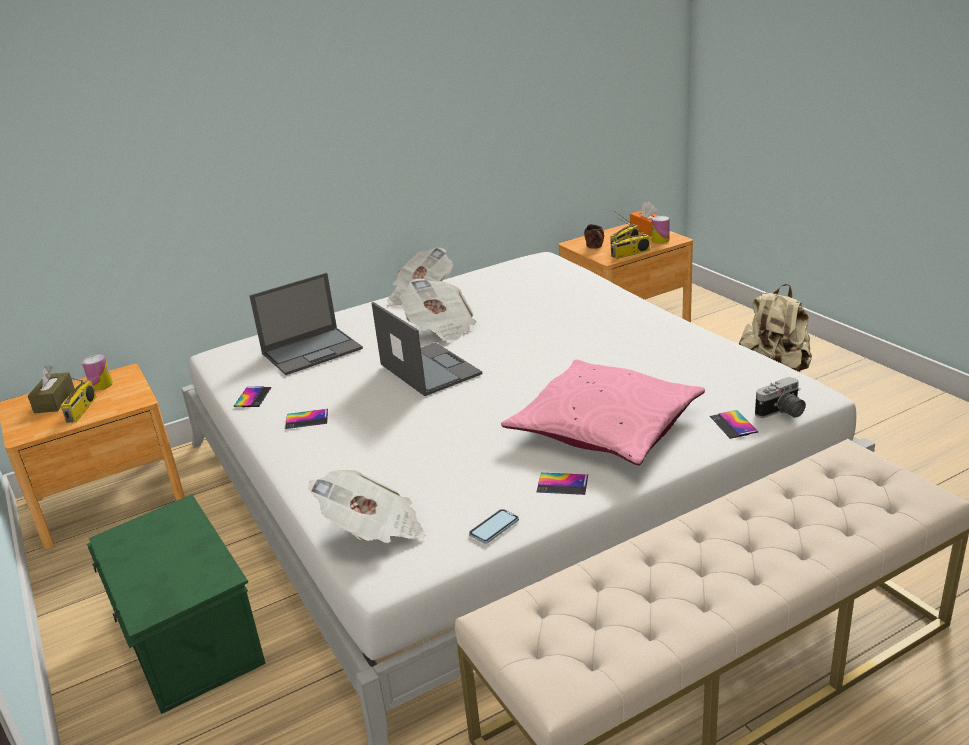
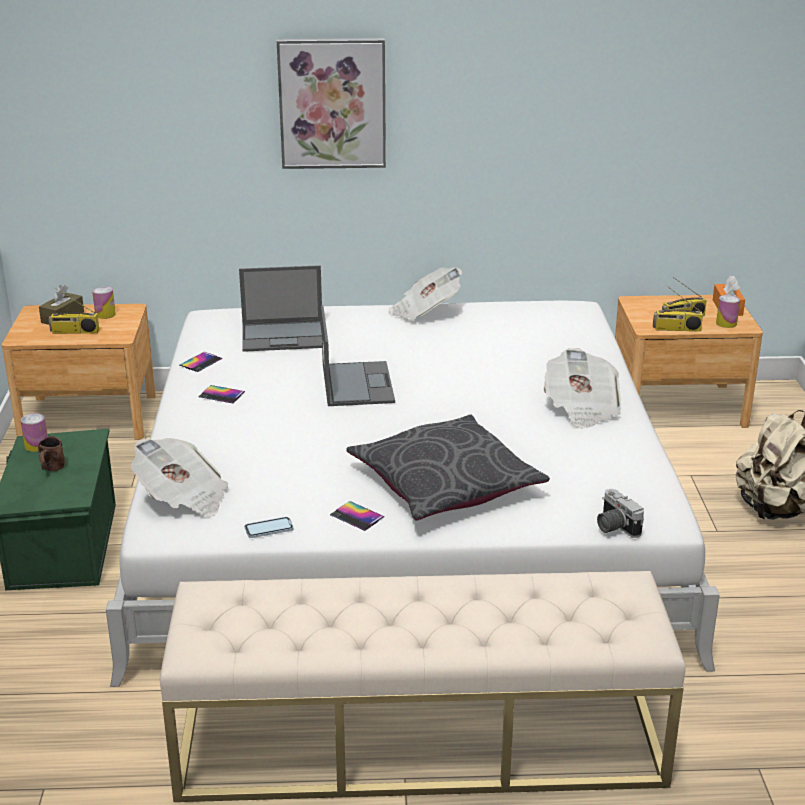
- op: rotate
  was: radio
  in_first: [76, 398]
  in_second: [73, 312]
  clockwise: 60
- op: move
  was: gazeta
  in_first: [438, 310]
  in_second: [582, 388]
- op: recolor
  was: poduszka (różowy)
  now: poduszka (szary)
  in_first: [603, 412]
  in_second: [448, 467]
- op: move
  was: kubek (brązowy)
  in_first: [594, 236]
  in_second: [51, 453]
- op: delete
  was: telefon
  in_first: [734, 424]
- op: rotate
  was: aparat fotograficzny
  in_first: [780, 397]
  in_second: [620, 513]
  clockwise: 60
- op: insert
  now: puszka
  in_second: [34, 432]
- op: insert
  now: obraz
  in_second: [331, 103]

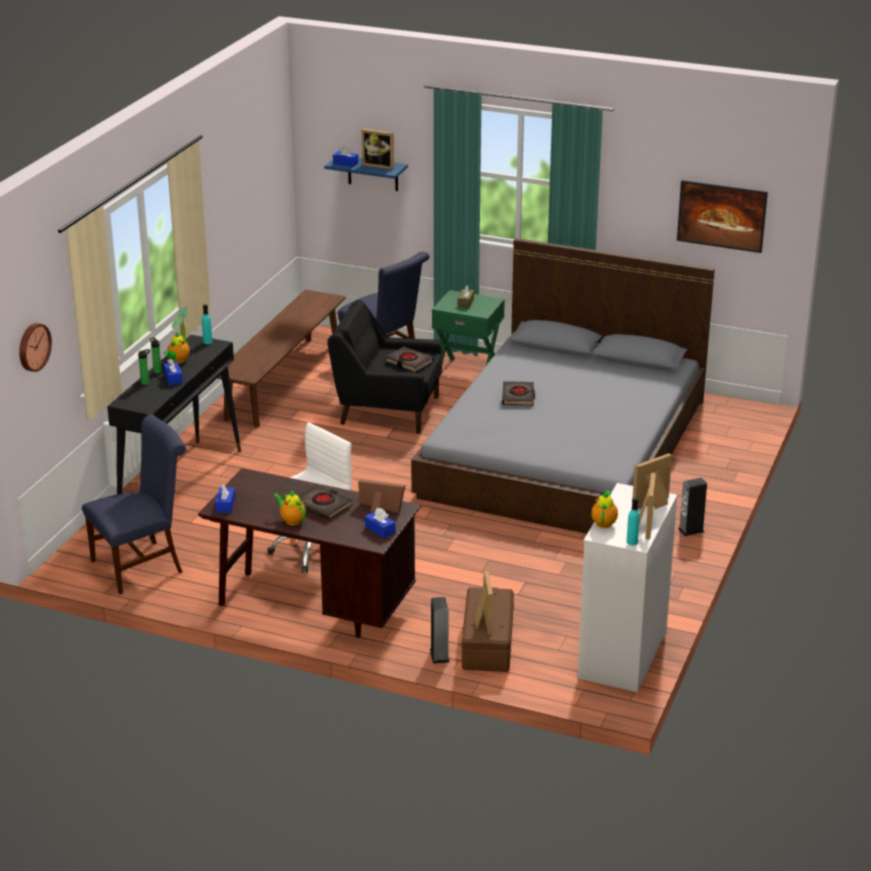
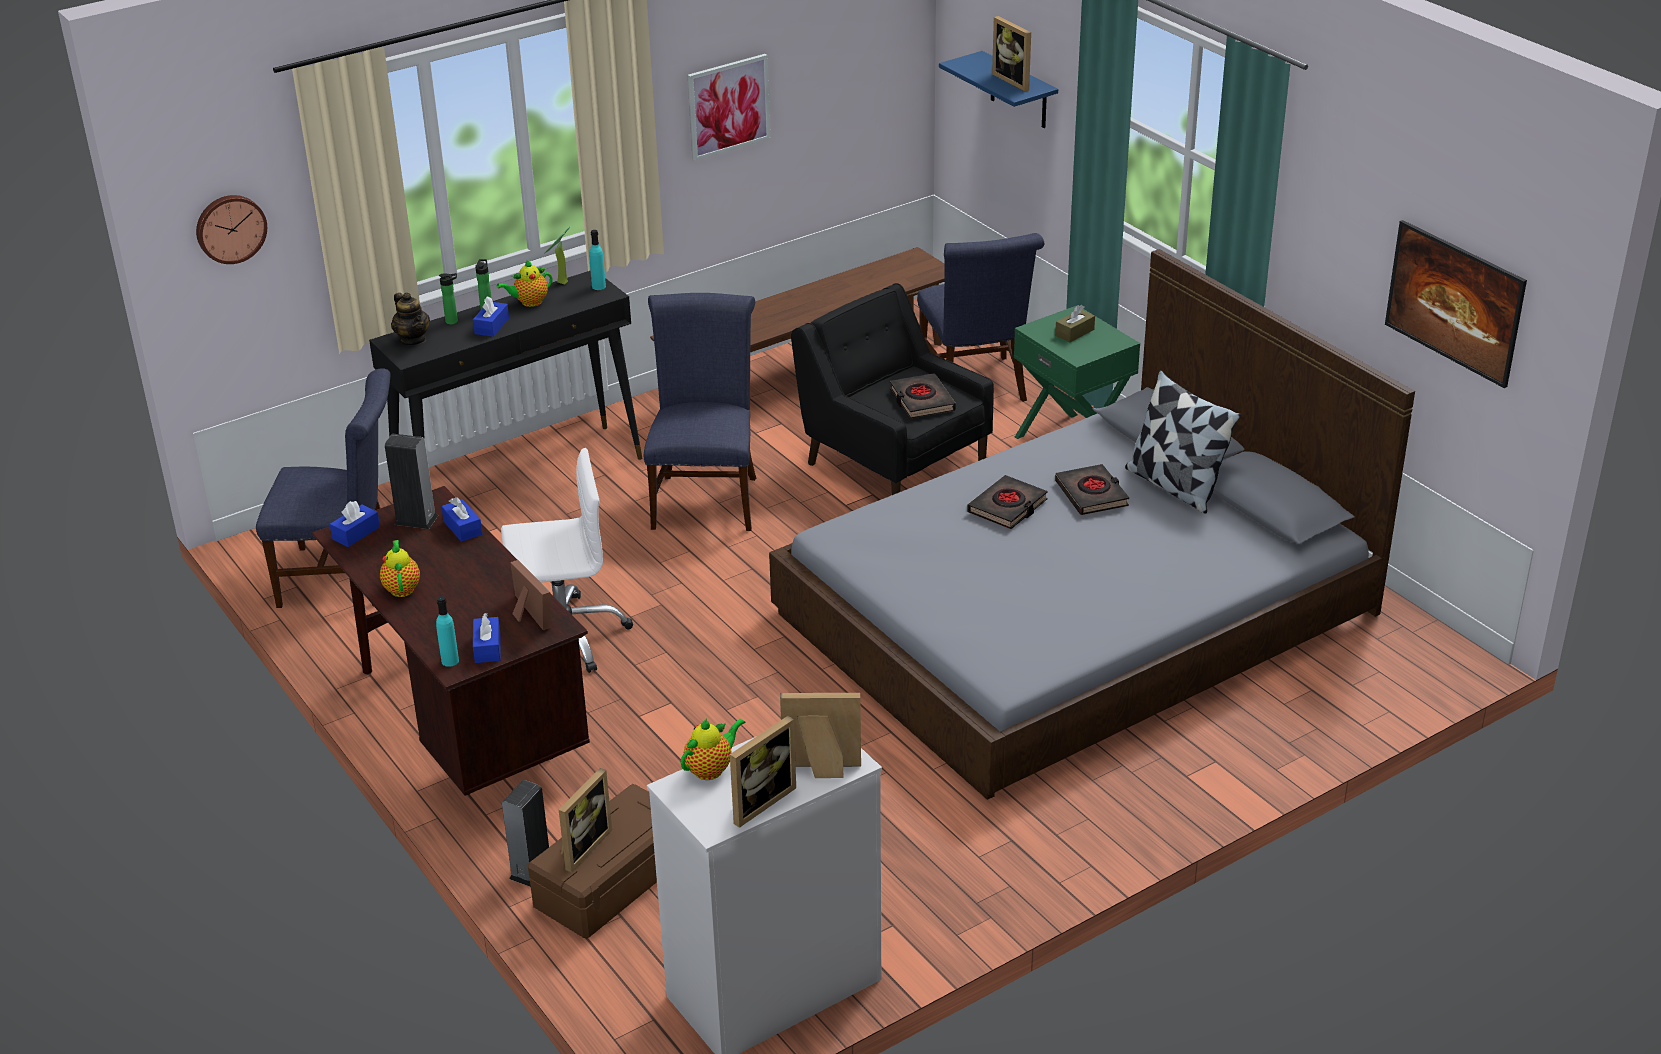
- op: move
  was: książka (czarny)
  in_first: [325, 502]
  in_second: [1092, 489]
- op: move
  was: pudełko chusteczek (niebieski)
  in_first: [345, 156]
  in_second: [461, 519]
- op: move
  was: butelka (turkusowy)
  in_first: [633, 521]
  in_second: [447, 631]
- op: move
  was: głośnik
  in_first: [692, 507]
  in_second: [411, 481]
- op: insert
  now: imbryk
  in_second: [410, 318]
- op: insert
  now: krzesło (niebieski)
  in_second: [700, 412]
- op: insert
  now: obraz
  in_second: [729, 107]
- op: insert
  now: poduszka
  in_second: [1183, 442]

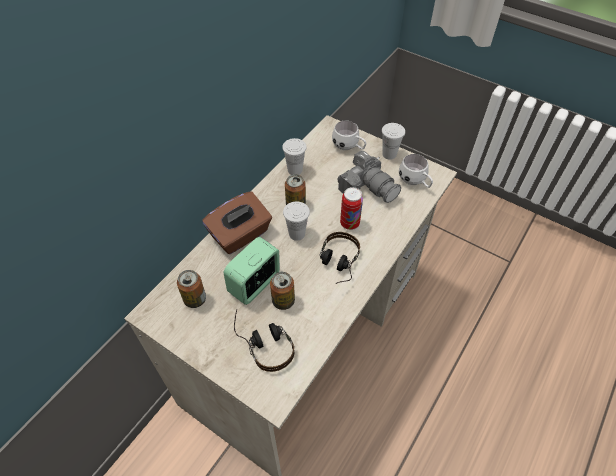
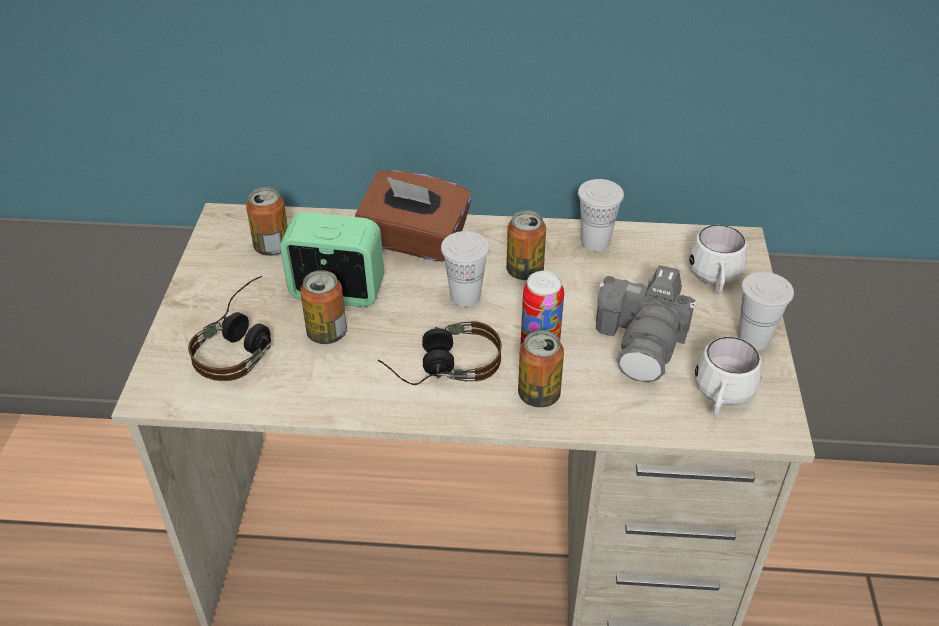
- op: insert
  now: puszka
  in_second: [541, 369]

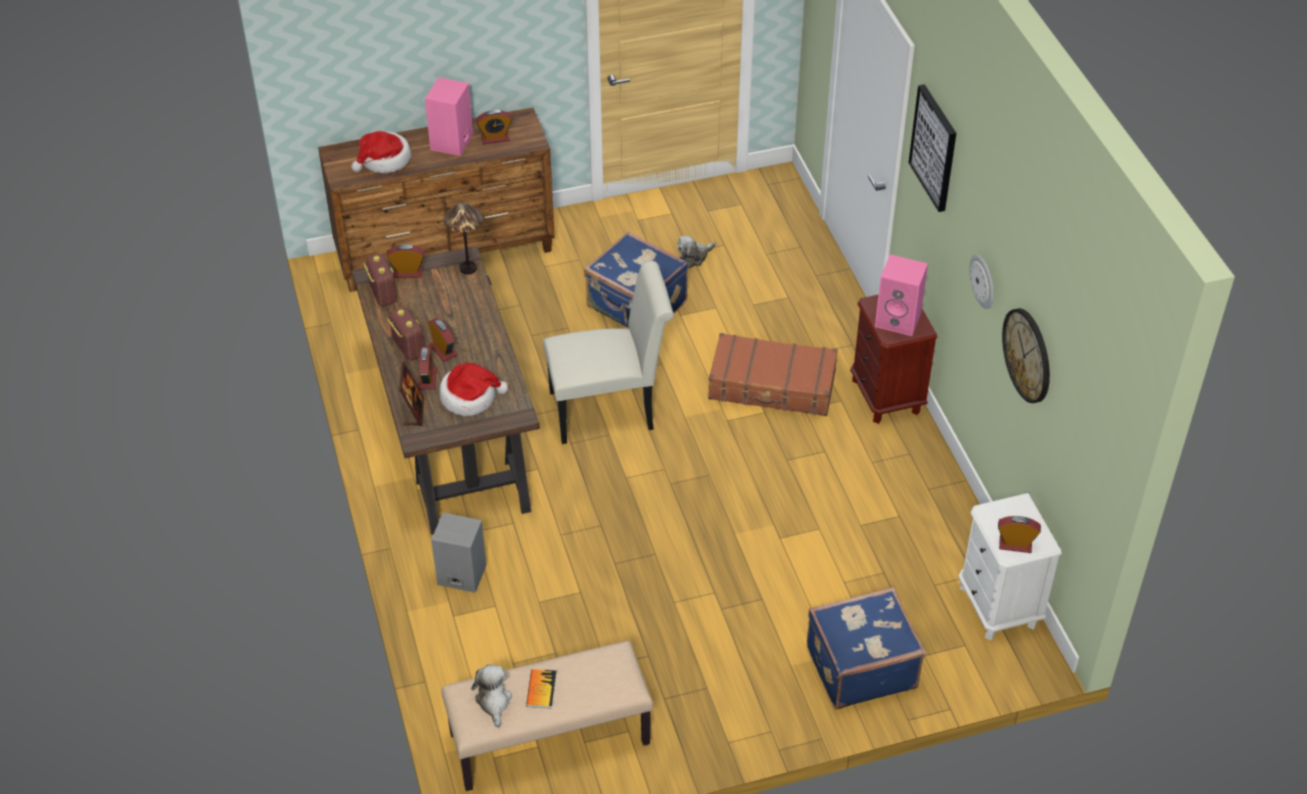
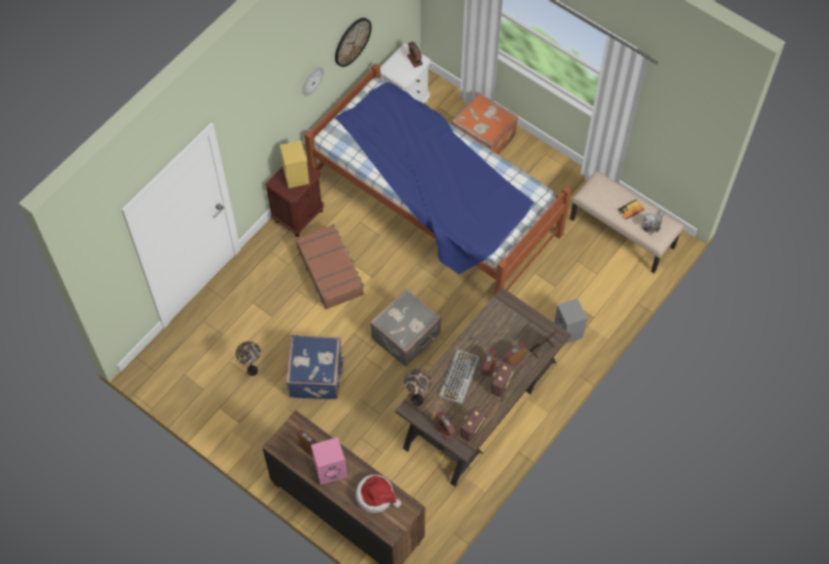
- op: delete
  was: kapelusz
  in_first: [474, 389]
- op: replace
  was: krzesło (biały)
  now: walizka (szary)
  in_first: [608, 352]
  in_second: [406, 327]
- op: replace
  was: pluszak
  now: lampa stołowa
  in_first: [697, 251]
  in_second: [248, 358]
- op: recolor
  was: walizka (niebieski)
  now: walizka (pomarańczowy)
  in_first: [866, 648]
  in_second: [485, 123]
- op: recolor
  was: głośnik (różowy)
  now: głośnik (żółty)
  in_first: [901, 295]
  in_second: [294, 164]
- op: delete
  was: obraz
  in_first: [932, 148]
- op: insert
  now: łóżko
  in_second: [437, 179]
- op: insert
  now: klawiatura
  in_second: [459, 377]

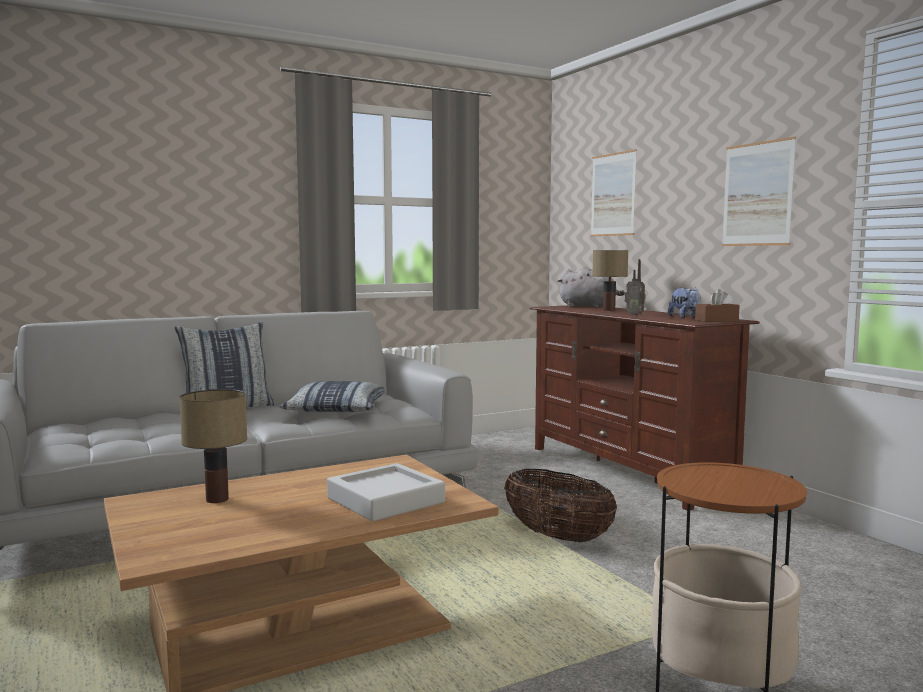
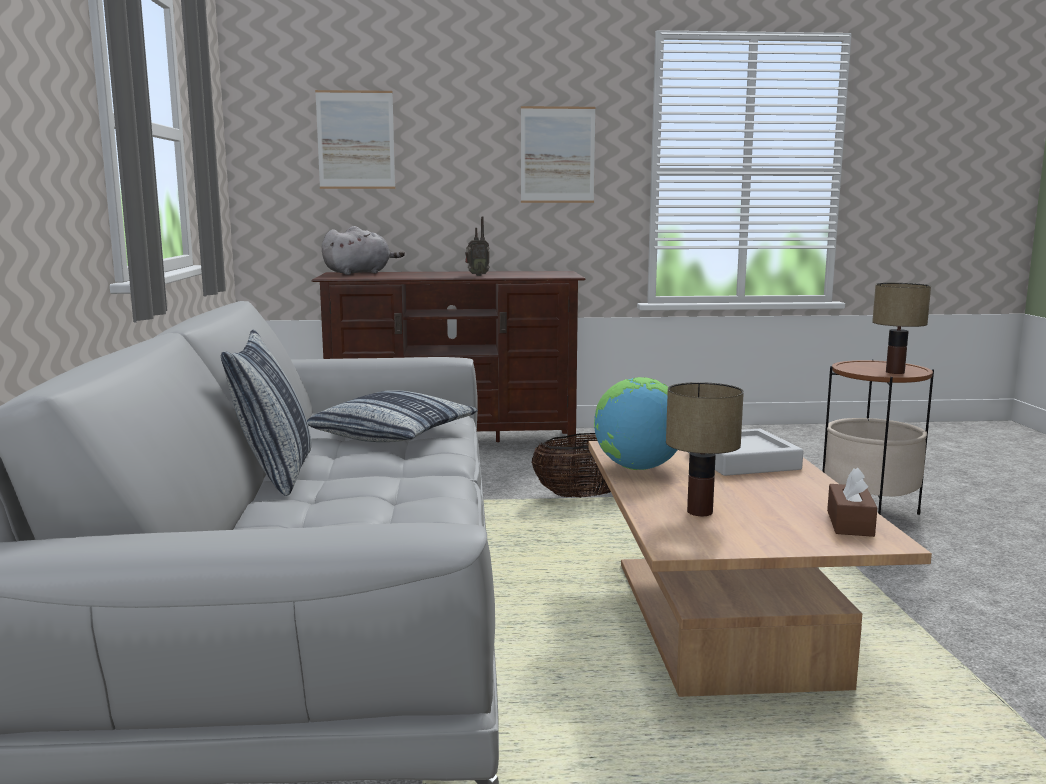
- op: move
  was: lampa stołowa
  in_first: [610, 280]
  in_second: [901, 328]
- op: delete
  was: pluszak
  in_first: [684, 302]
- op: move
  was: pudełko chusteczek (brązowy)
  in_first: [717, 305]
  in_second: [852, 502]
- op: insert
  now: globus
  in_second: [635, 423]

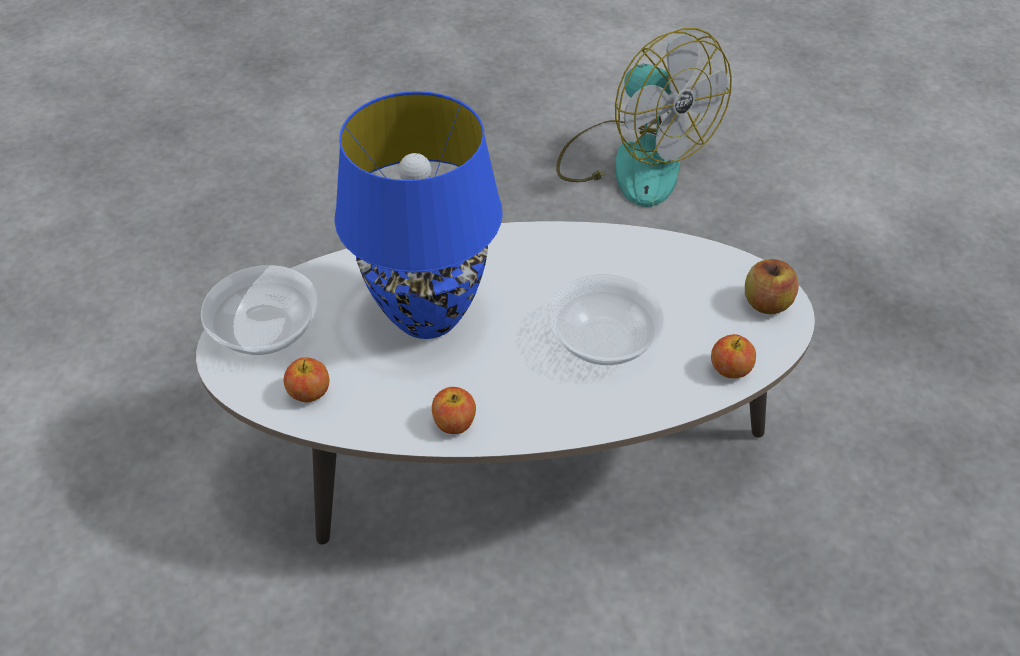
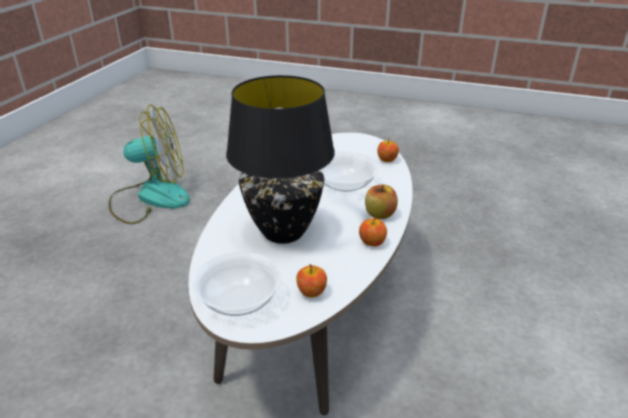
- op: recolor
  was: lampa stołowa (niebieski)
  now: lampa stołowa (czarny)
  in_first: [418, 215]
  in_second: [280, 159]
- op: move
  was: jabłko
  in_first: [772, 286]
  in_second: [381, 202]

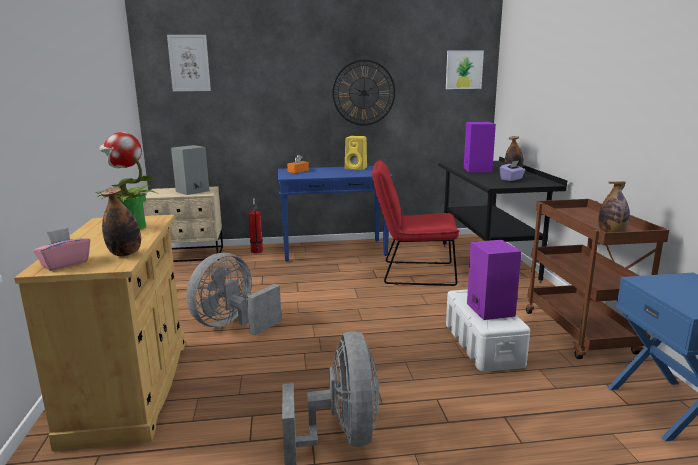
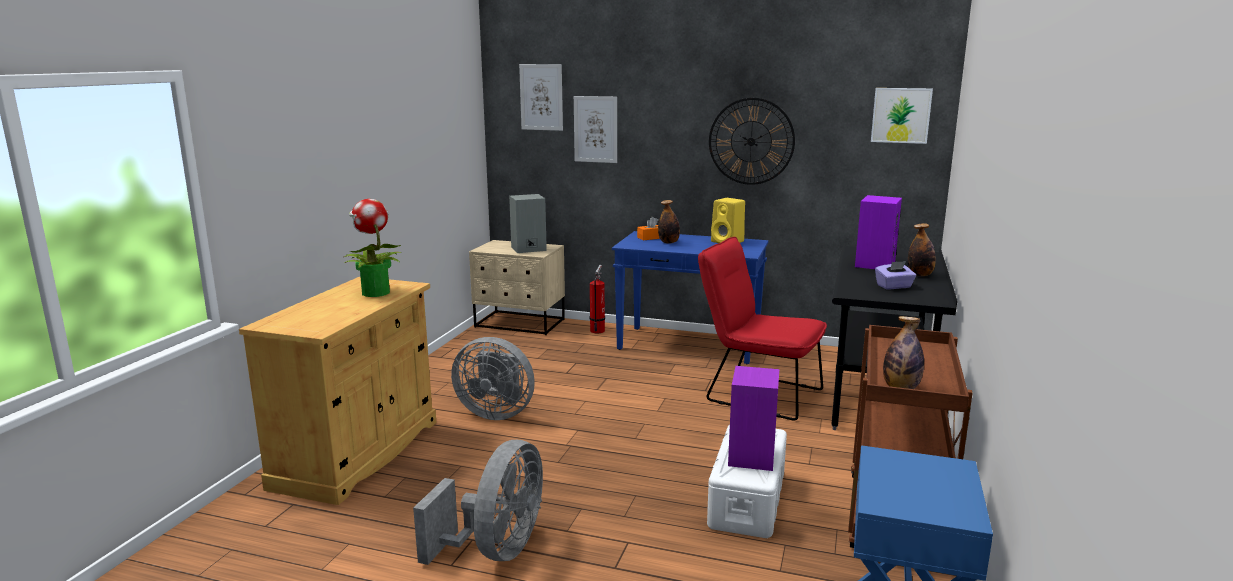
- op: delete
  was: pudełko chusteczek (różowy)
  in_first: [61, 249]
- op: move
  was: butelka
  in_first: [121, 222]
  in_second: [669, 222]
- op: rotate
  was: wentylator (szary)
  in_first: [234, 294]
  in_second: [493, 378]
  clockwise: -135
- op: insert
  now: obraz
  in_second: [595, 129]

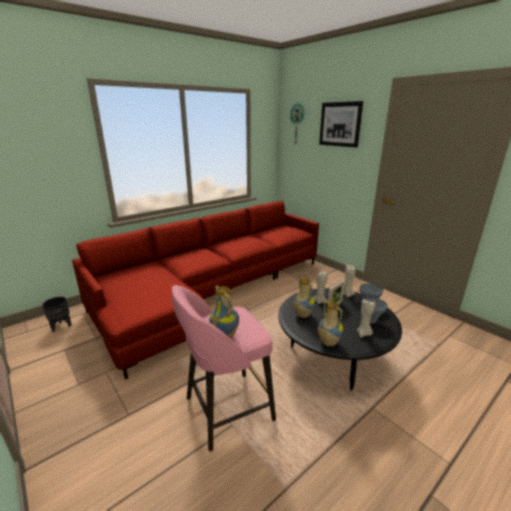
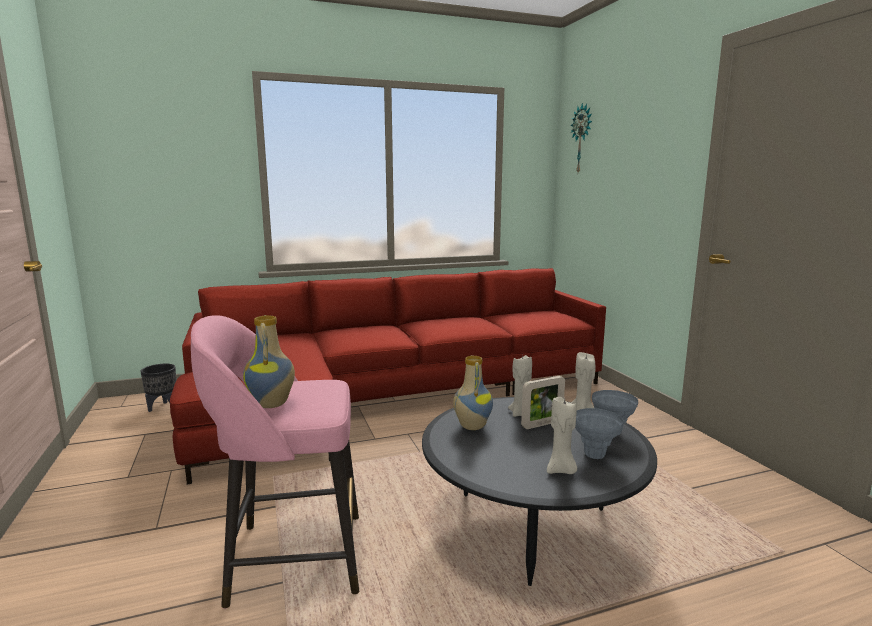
- op: delete
  was: wazon
  in_first: [330, 323]
- op: delete
  was: obraz
  in_first: [341, 124]

